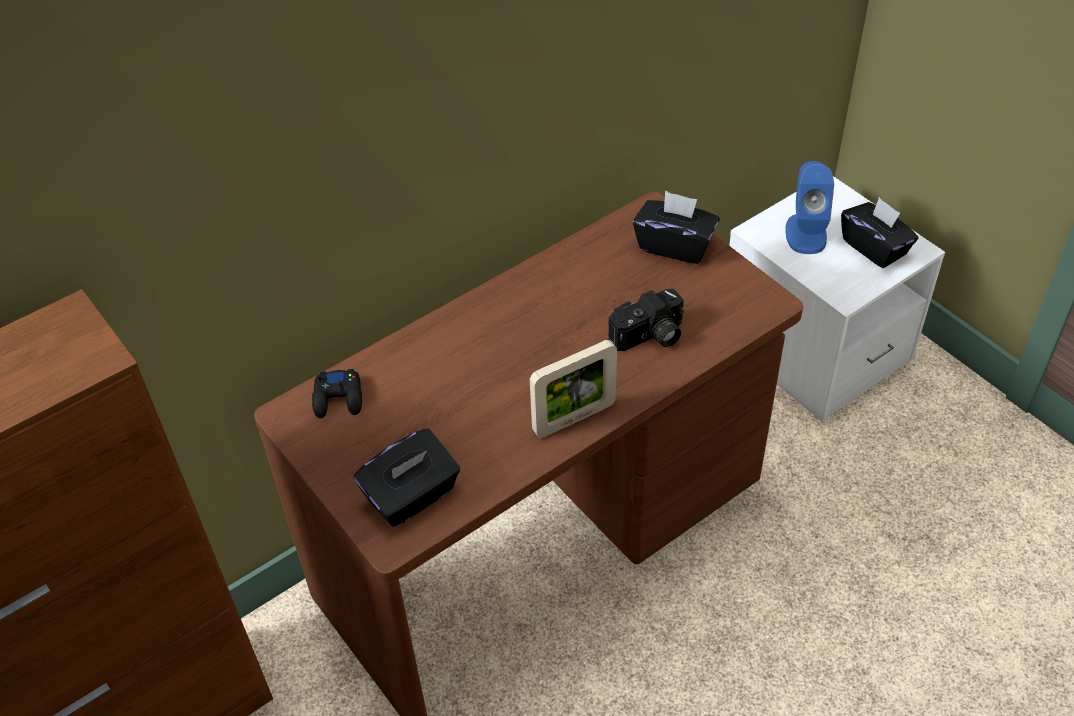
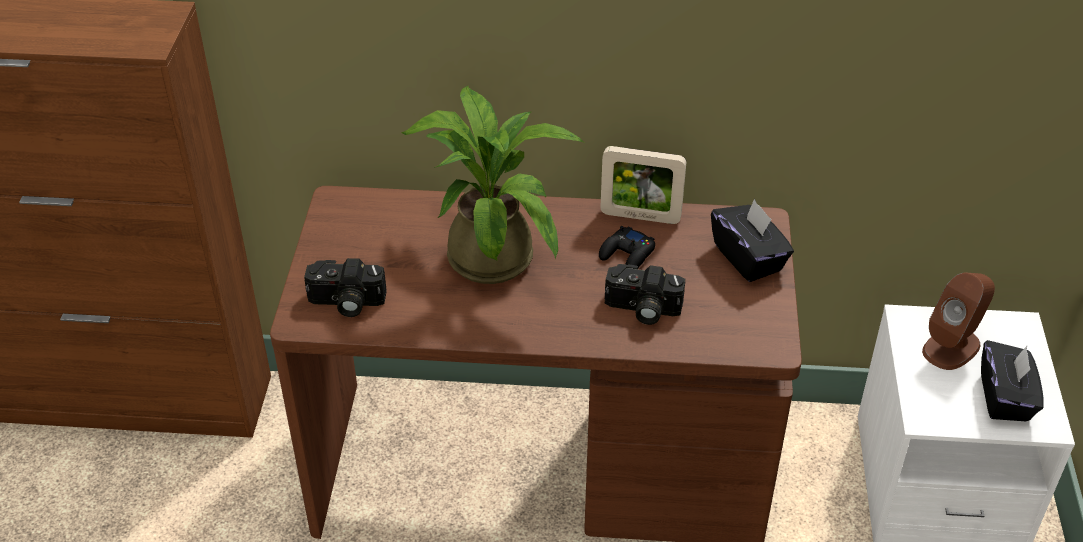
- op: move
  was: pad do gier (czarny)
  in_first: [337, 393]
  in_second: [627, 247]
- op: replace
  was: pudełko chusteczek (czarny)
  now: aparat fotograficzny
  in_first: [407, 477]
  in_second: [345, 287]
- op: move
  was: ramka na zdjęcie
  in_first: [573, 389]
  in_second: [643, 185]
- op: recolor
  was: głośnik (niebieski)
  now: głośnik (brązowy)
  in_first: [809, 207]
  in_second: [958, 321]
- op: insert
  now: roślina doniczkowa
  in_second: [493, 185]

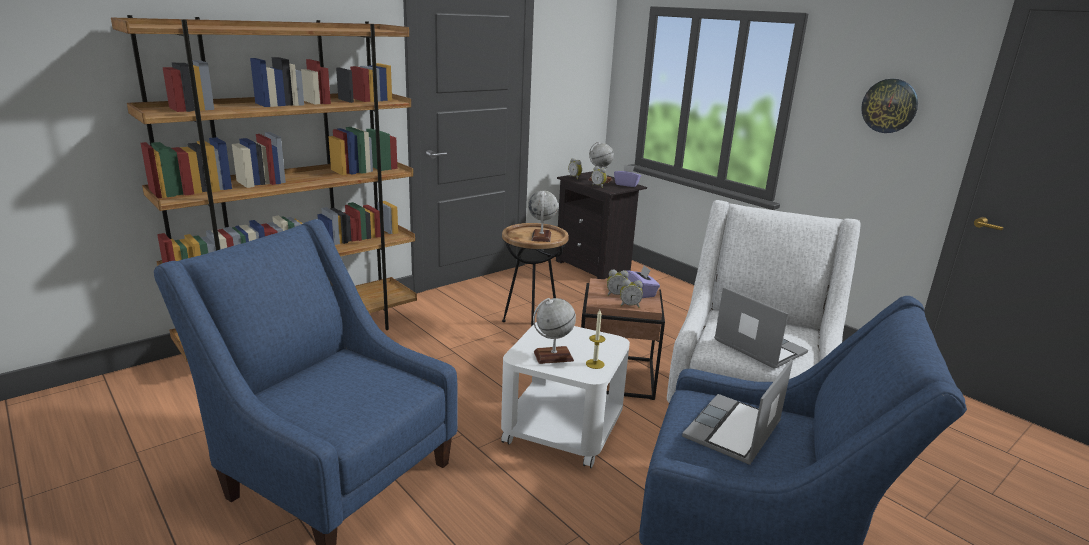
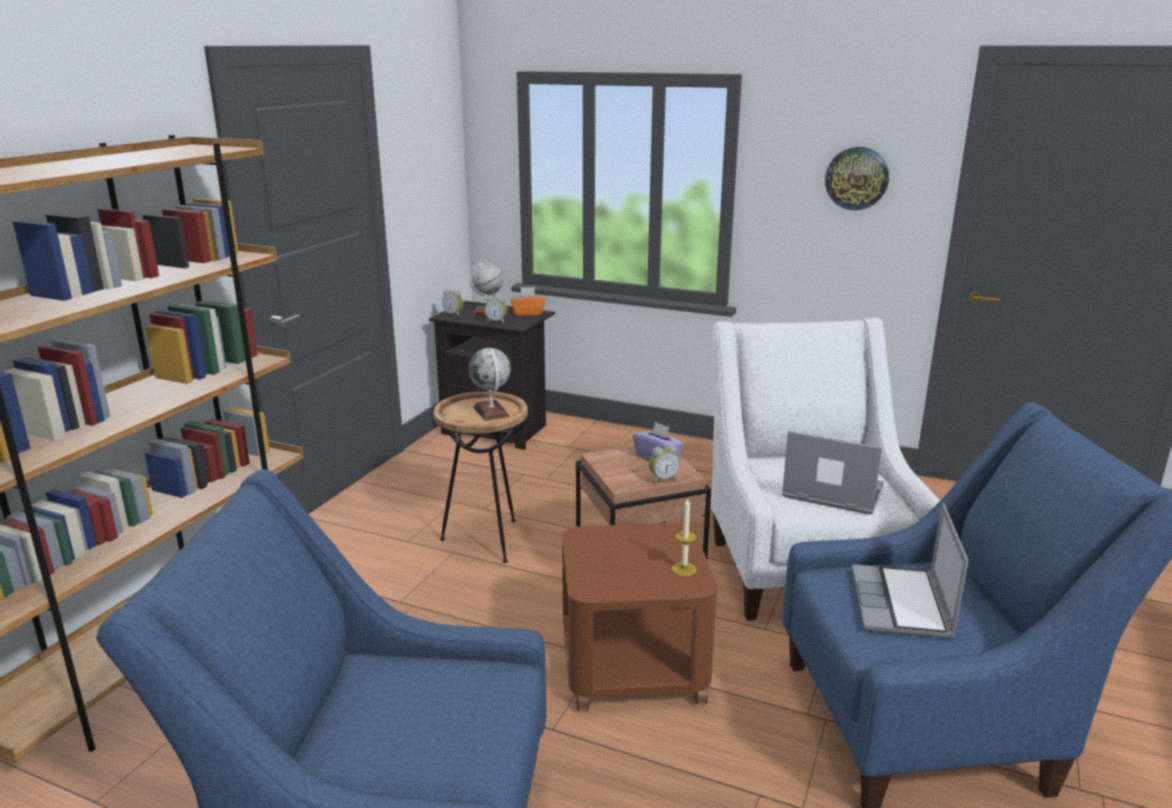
- op: recolor
  was: stolik (biały)
  now: stolik (brązowy)
  in_first: [565, 395]
  in_second: [639, 617]
- op: delete
  was: globus
  in_first: [554, 331]
- op: delete
  was: budzik
  in_first: [618, 283]
- op: recolor
  was: pudełko chusteczek (fioletowy)
  now: pudełko chusteczek (pomarańczowy)
  in_first: [627, 176]
  in_second: [528, 301]

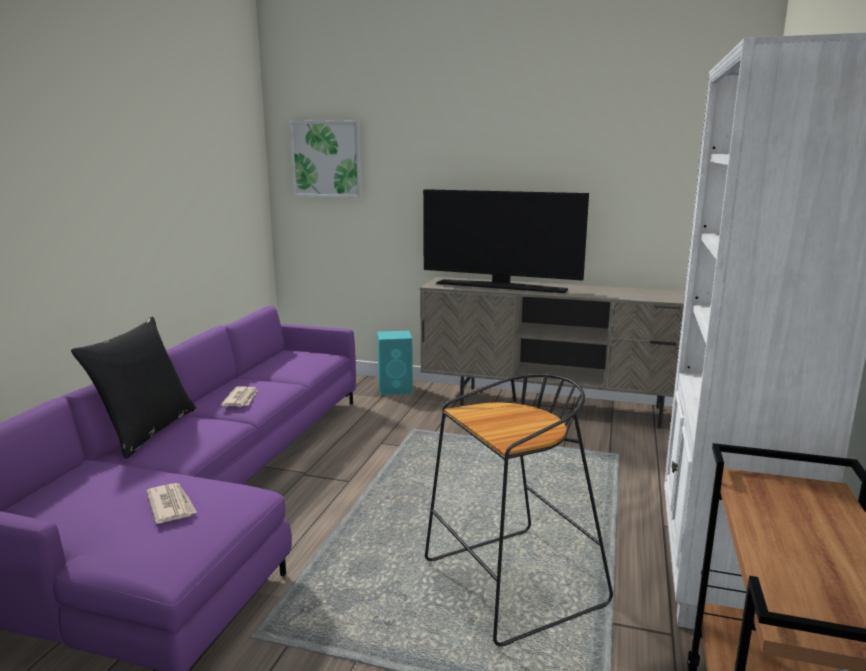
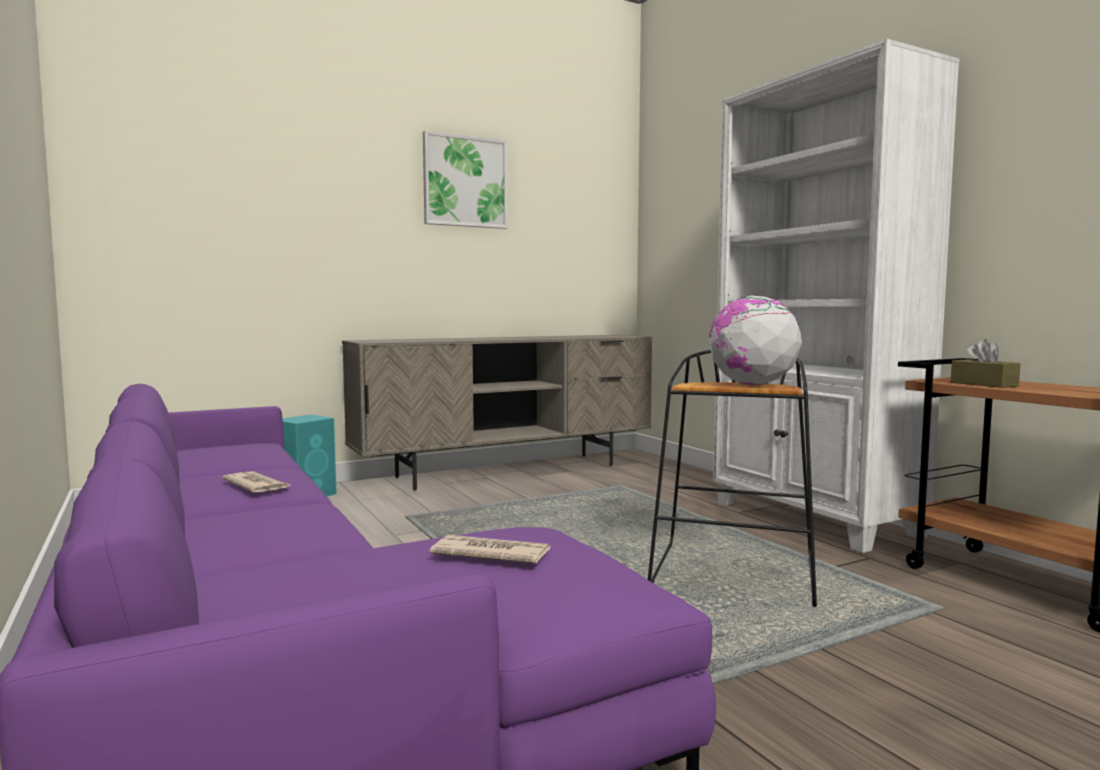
- op: delete
  was: poduszka (czarny)
  in_first: [134, 387]
- op: move
  was: obraz
  in_first: [325, 159]
  in_second: [465, 179]
- op: delete
  was: telewizor
  in_first: [506, 241]
- op: insert
  now: globus
  in_second: [755, 340]
- op: insert
  now: pudełko chusteczek (brązowy)
  in_second: [986, 363]

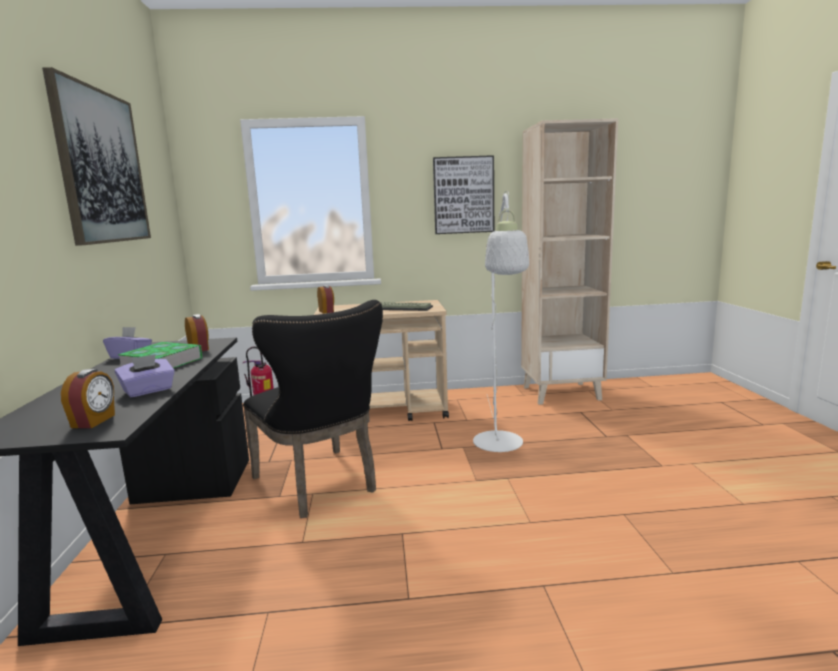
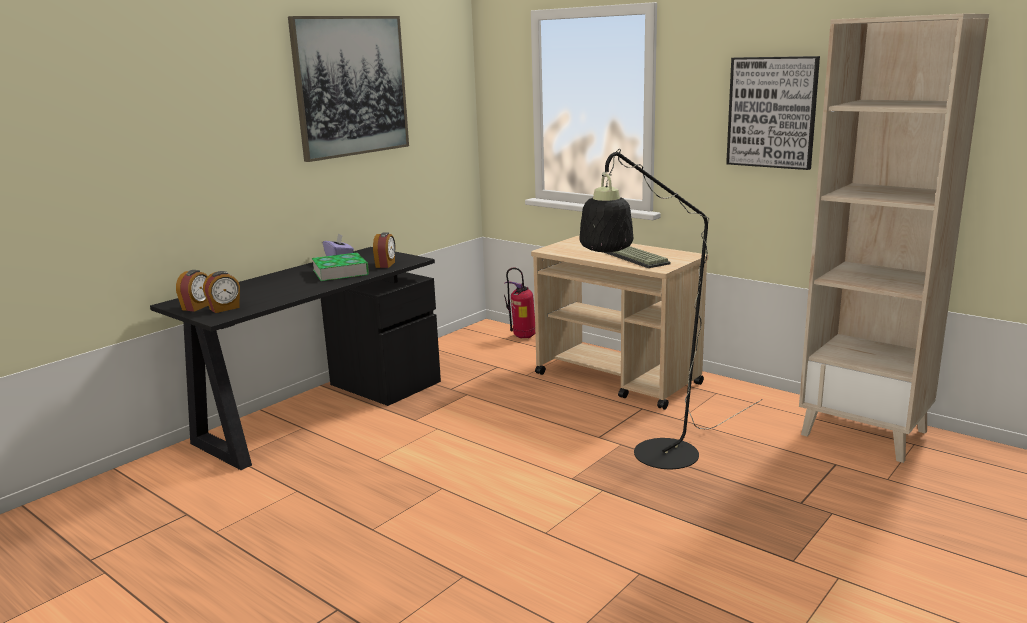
- op: delete
  was: pudełko chusteczek (fioletowy)
  in_first: [145, 375]
- op: delete
  was: krzesło (czarny)
  in_first: [313, 409]
- op: move
  was: budzik
  in_first: [325, 299]
  in_second: [192, 291]
- op: recolor
  was: lampa stojąca (biały)
  now: lampa stojąca (czarny)
  in_first: [501, 321]
  in_second: [671, 309]

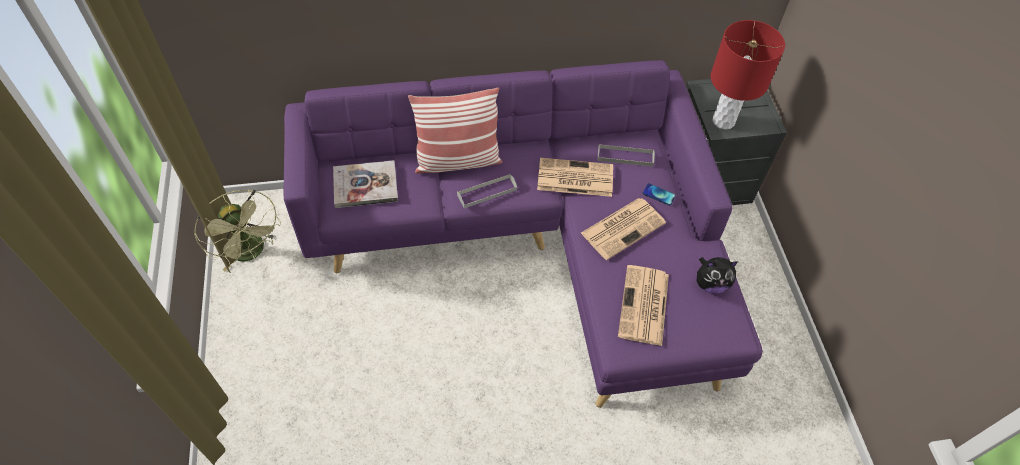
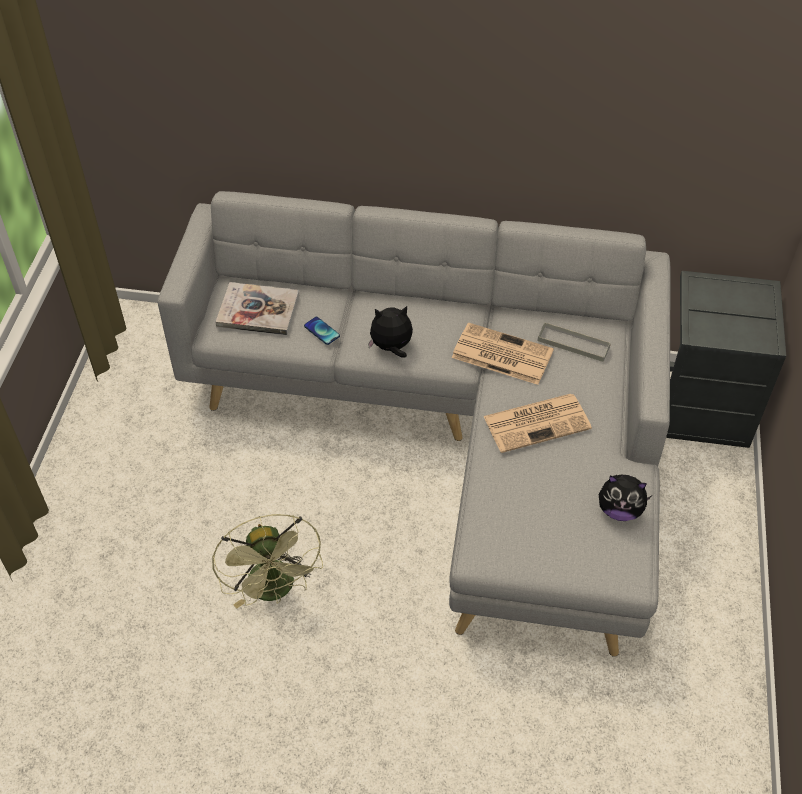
- op: move
  was: wentylator (zielony)
  in_first: [237, 230]
  in_second: [267, 561]
- op: recolor
  was: kanapa (fioletowy)
  now: kanapa (szary)
  in_first: [523, 234]
  in_second: [414, 424]
- op: delete
  was: poduszka
  in_first: [455, 130]
- op: replace
  was: taca (szary)
  now: pluszak
  in_first: [487, 191]
  in_second: [390, 332]
- op: delete
  was: gazeta
  in_first: [643, 305]
- op: move
  was: telefon
  in_first: [659, 194]
  in_second: [322, 331]
- op: delete
  was: lampa stołowa (czerwony)
  in_first: [748, 75]

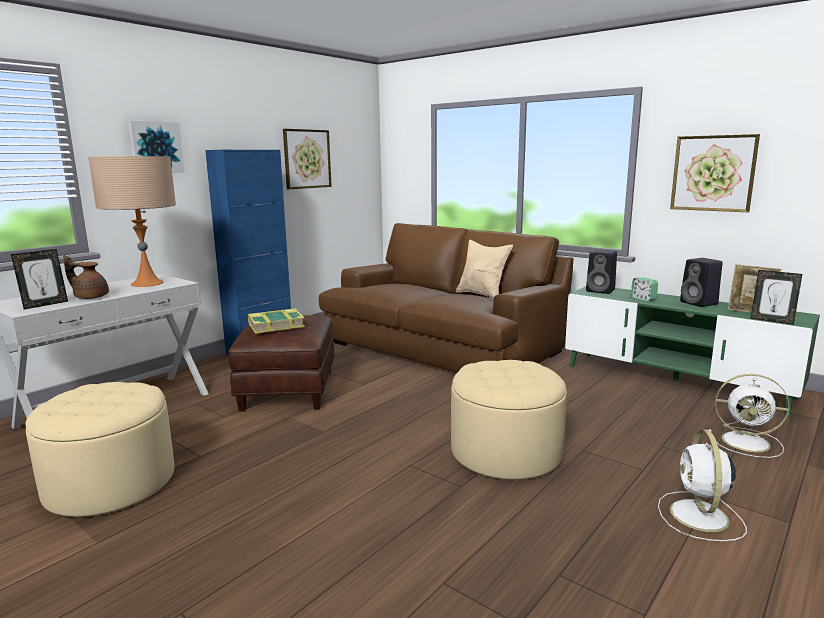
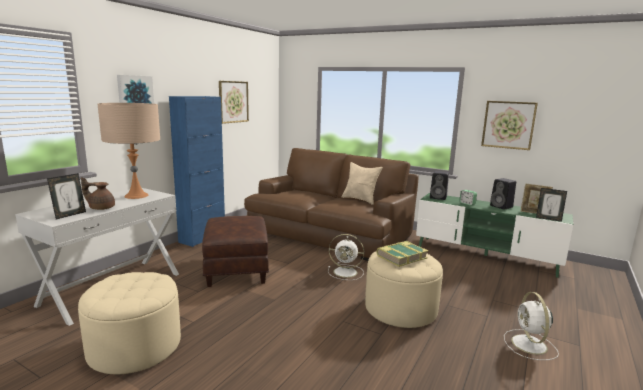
- op: move
  was: książka
  in_first: [276, 321]
  in_second: [402, 254]
- op: move
  was: wentylator (biały)
  in_first: [749, 416]
  in_second: [346, 257]

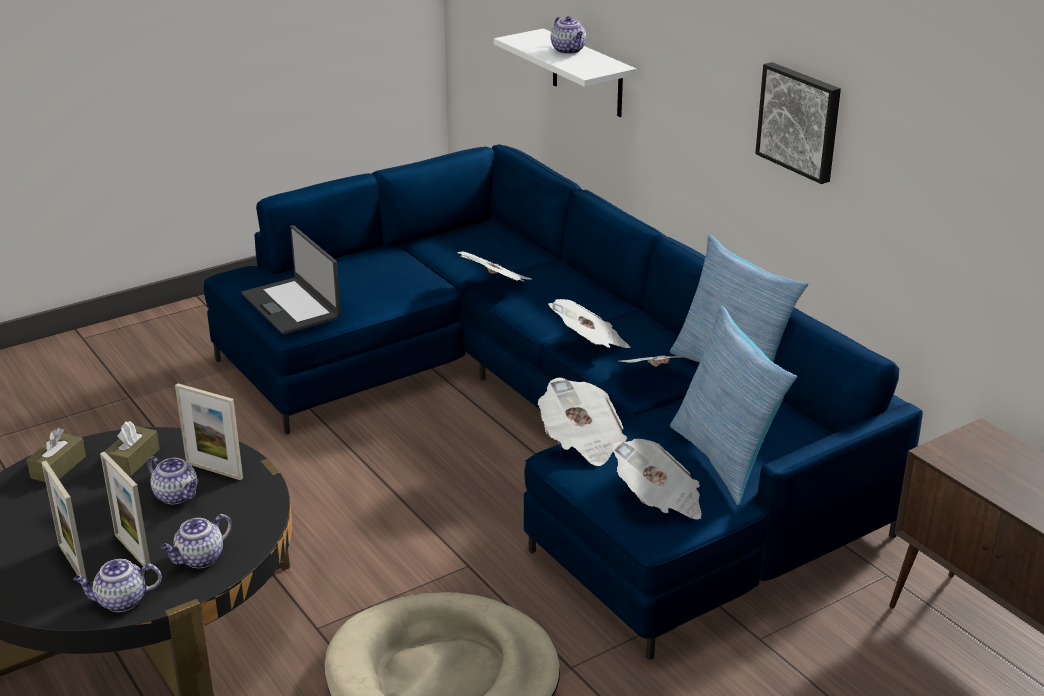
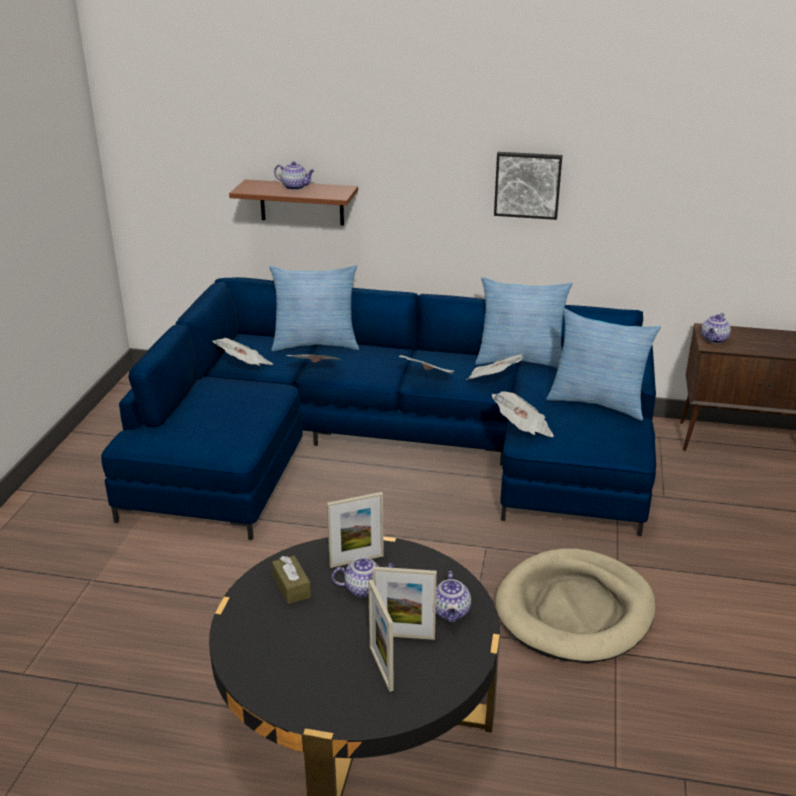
- op: delete
  was: pudełko chusteczek (brązowy)
  in_first: [56, 455]
- op: rotate
  was: ramka na zdjęcie
  in_first: [64, 520]
  in_second: [380, 636]
  clockwise: 60
- op: move
  was: imbryk
  in_first: [117, 585]
  in_second: [716, 328]
- op: delete
  was: laptop
  in_first: [291, 279]
- op: recolor
  was: półka (biały)
  now: półka (brązowy)
  in_first: [565, 72]
  in_second: [293, 202]
- op: move
  was: gazeta
  in_first: [657, 479]
  in_second: [242, 352]
- op: insert
  now: poduszka
  in_second: [314, 308]

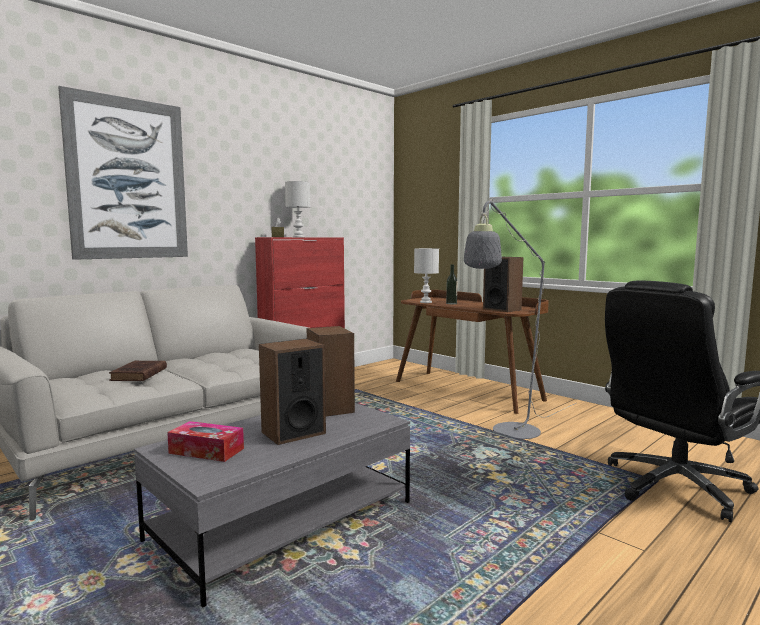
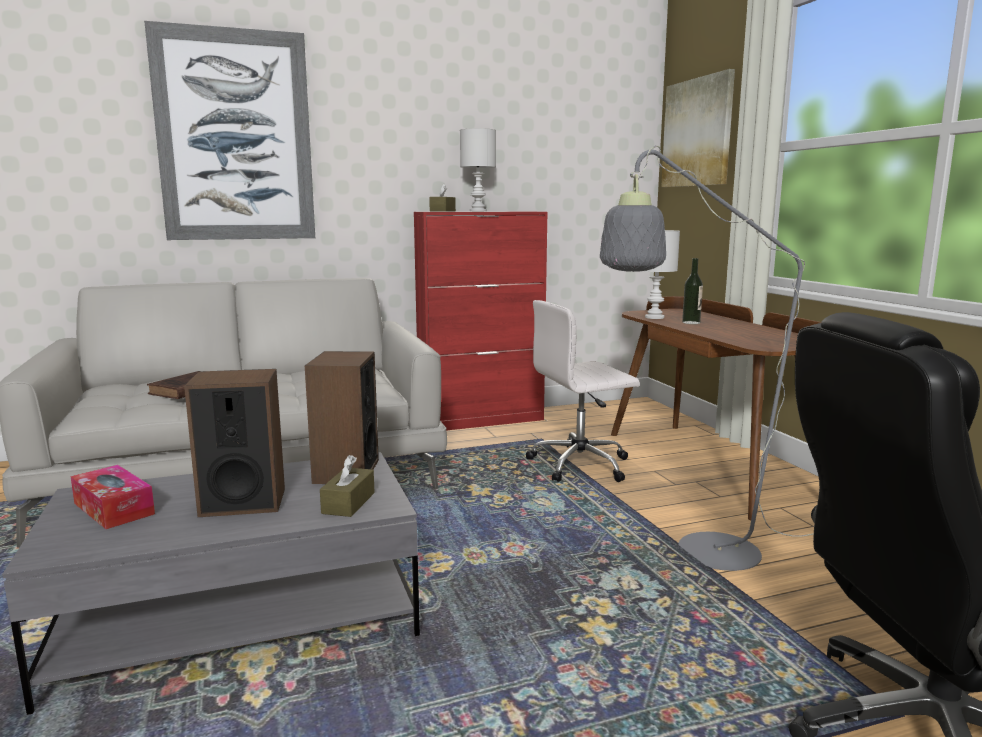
- op: delete
  was: głośnik
  in_first: [503, 284]
- op: insert
  now: pudełko chusteczek (brązowy)
  in_second: [347, 486]
- op: insert
  now: krzesło biurowe (biały)
  in_second: [583, 391]
- op: insert
  now: obraz
  in_second: [698, 128]

